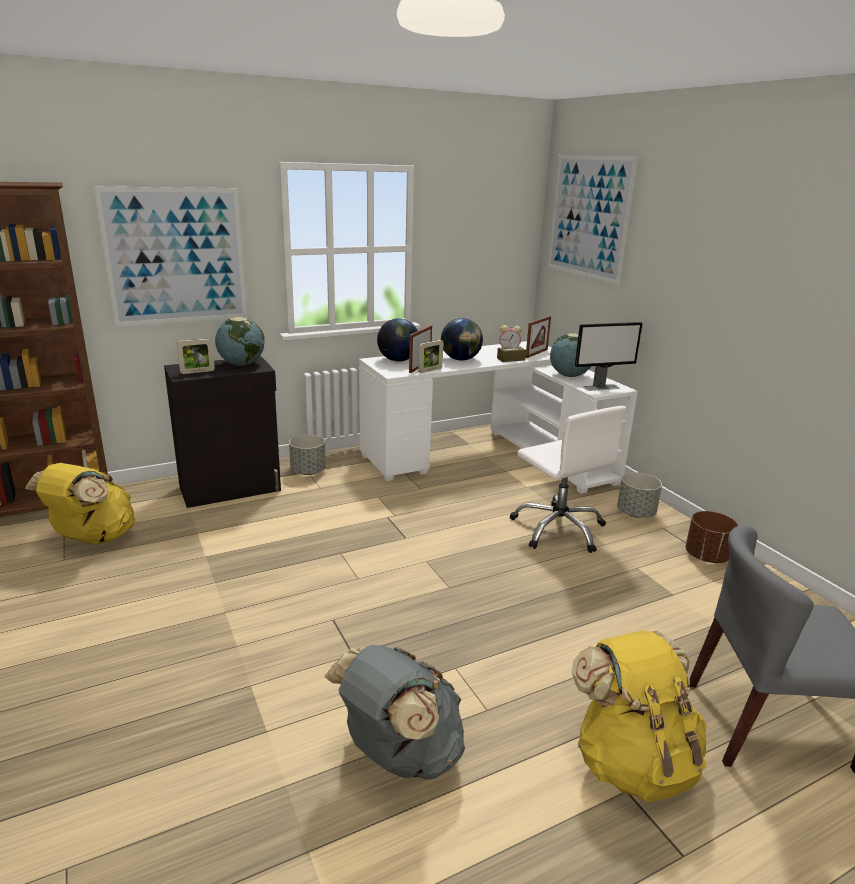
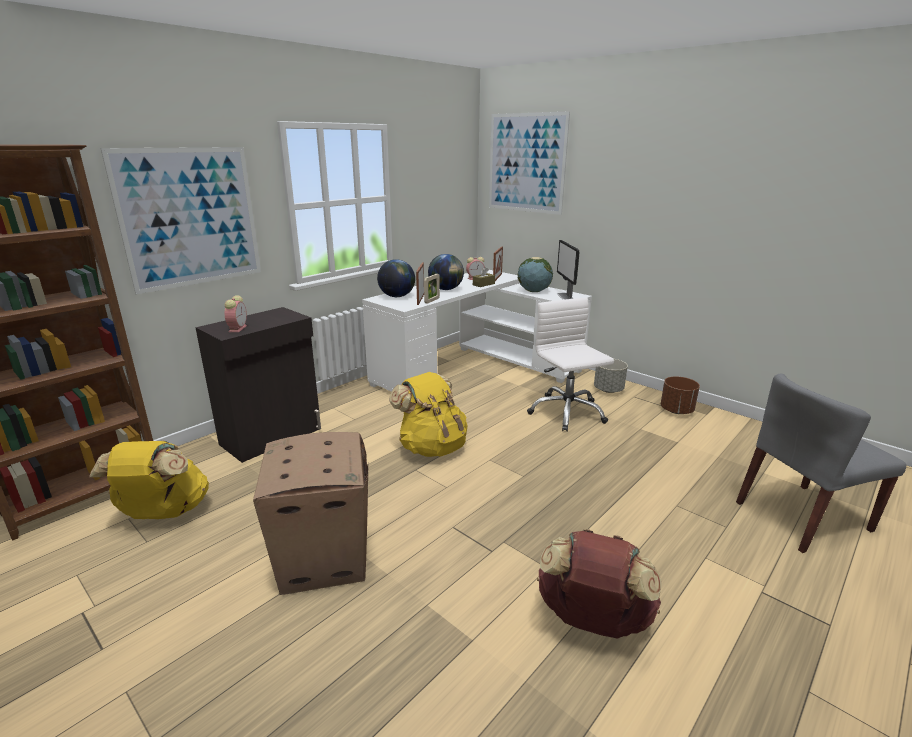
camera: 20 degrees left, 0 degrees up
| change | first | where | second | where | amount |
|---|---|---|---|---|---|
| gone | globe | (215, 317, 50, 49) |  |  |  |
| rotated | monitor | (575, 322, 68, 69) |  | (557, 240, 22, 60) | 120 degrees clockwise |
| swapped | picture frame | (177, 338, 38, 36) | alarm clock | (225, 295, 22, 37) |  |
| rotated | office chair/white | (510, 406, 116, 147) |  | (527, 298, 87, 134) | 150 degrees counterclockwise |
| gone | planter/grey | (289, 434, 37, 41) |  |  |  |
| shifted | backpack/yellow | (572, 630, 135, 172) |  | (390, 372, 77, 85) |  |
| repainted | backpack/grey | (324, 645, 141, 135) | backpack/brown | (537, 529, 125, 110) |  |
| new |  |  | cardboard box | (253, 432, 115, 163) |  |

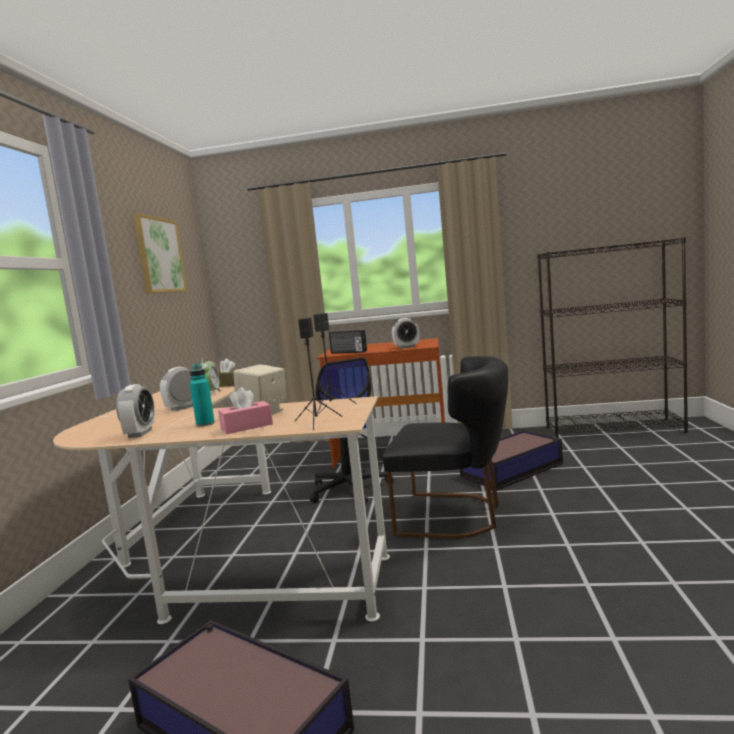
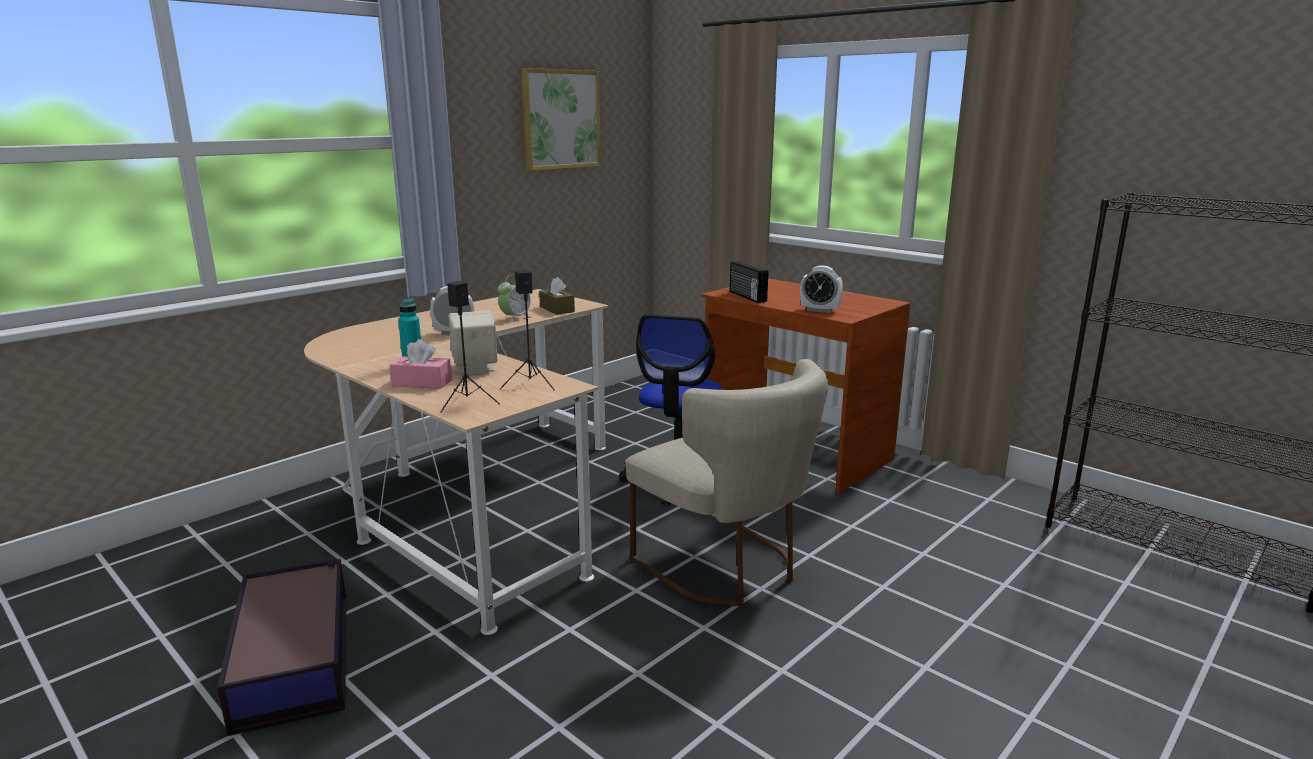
camera: 35 degrees right, 10 degrees up
| change | first | where | second | where | amount |
|---|---|---|---|---|---|
| repainted | chair/black | (383, 356, 125, 183) | chair/beige | (625, 359, 203, 247) |  |
| gone | alarm clock | (116, 384, 39, 54) |  |  |  |
| gone | storage box | (460, 430, 103, 60) |  |  |  |

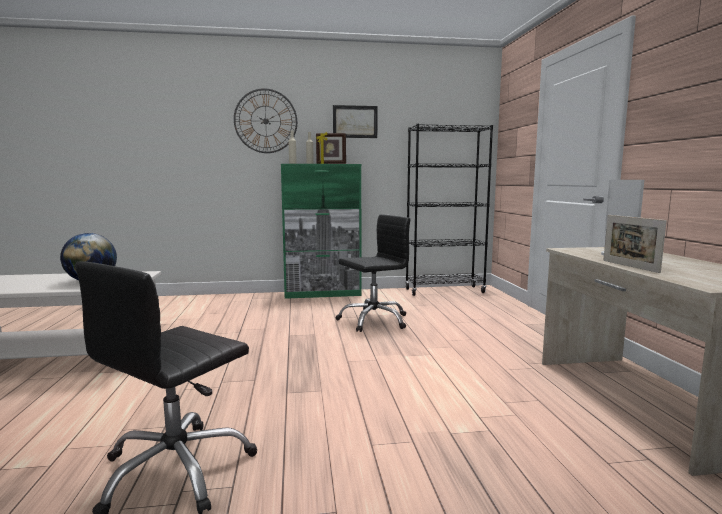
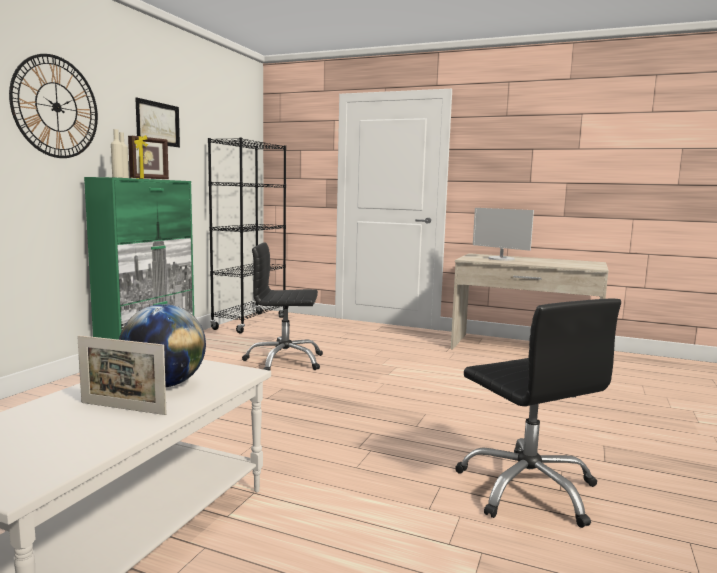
camera: 60 degrees left, 0 degrees up
| change | first | where | second | where | amount |
|---|---|---|---|---|---|
| rotated | office chair/black | (335, 214, 75, 118) |  | (242, 243, 81, 127) | 90 degrees counterclockwise |
| shifted | picture frame | (603, 215, 64, 58) |  | (77, 335, 89, 80) |  |

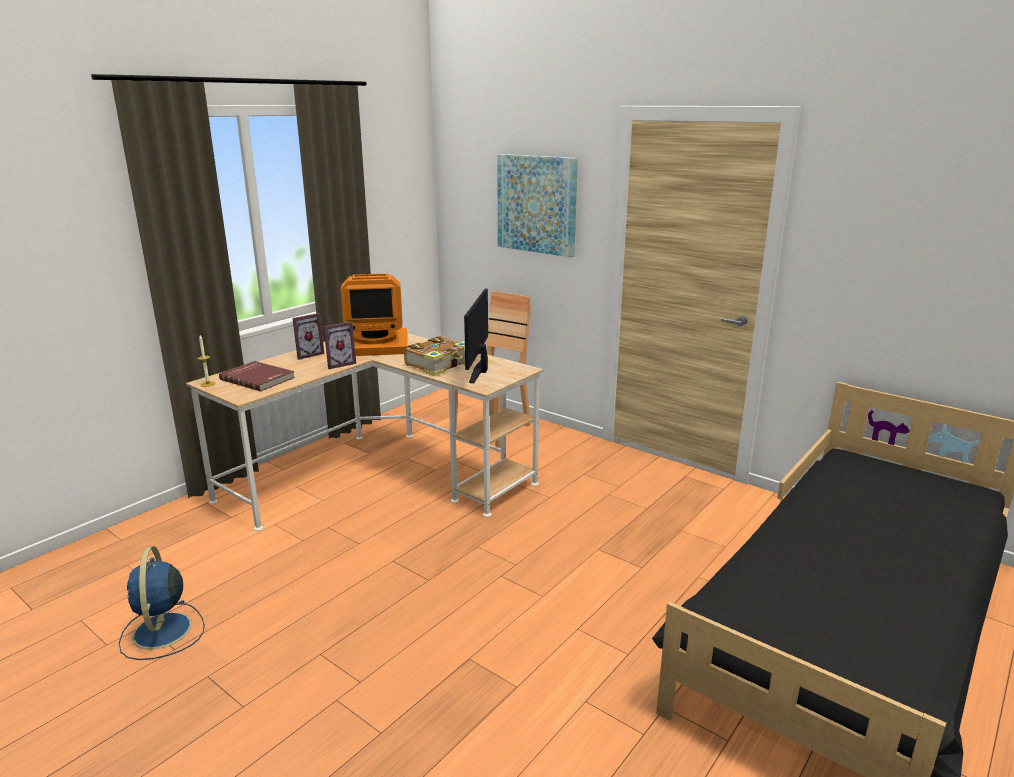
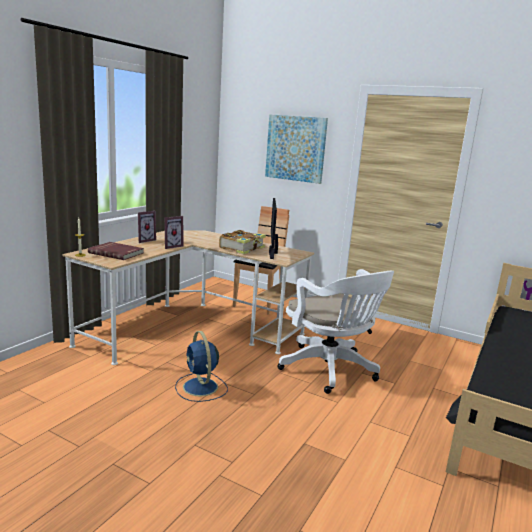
camera: 10 degrees left, 5 degrees down
| change | first | where | second | where | amount |
|---|---|---|---|---|---|
| gone | monitor | (340, 274, 67, 82) |  |  |  |
| shifted | fan/blue | (119, 546, 86, 114) |  | (175, 331, 53, 71) |  |
| new |  |  | office chair/white | (277, 269, 117, 125) |  |

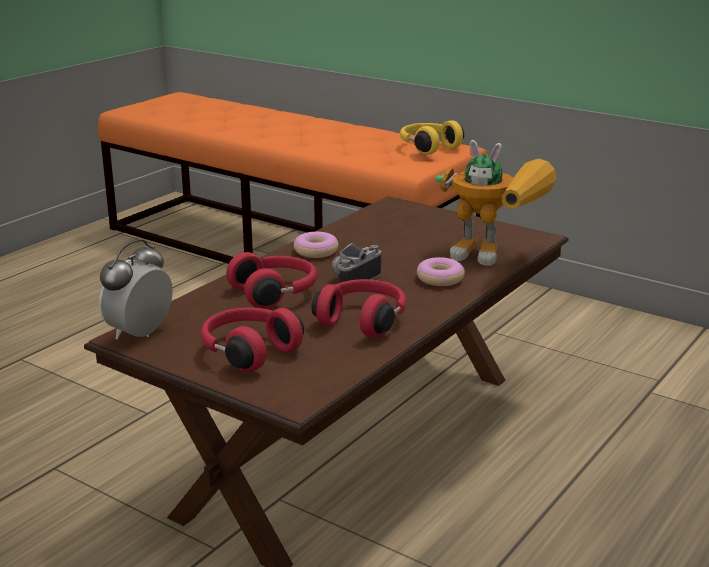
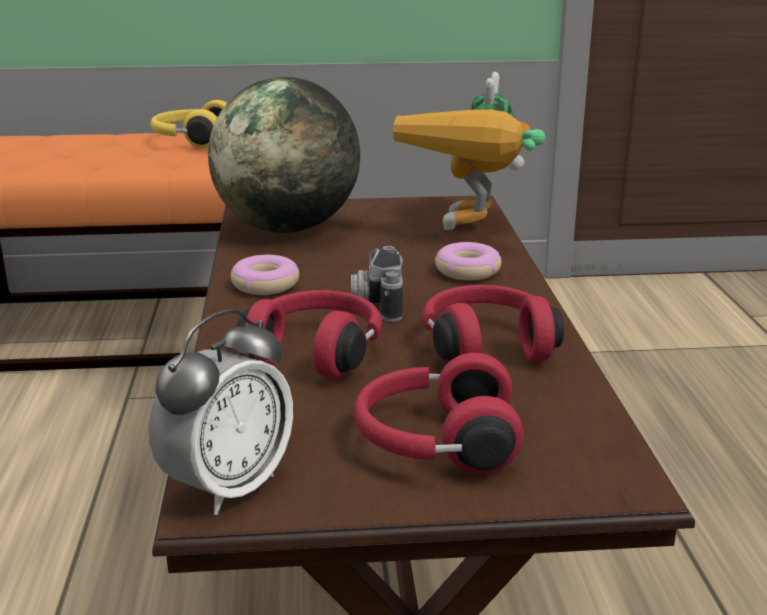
camera: 40 degrees left, 0 degrees up
| change | first | where | second | where | amount |
|---|---|---|---|---|---|
| rotated | toy robot | (436, 140, 121, 126) |  | (393, 72, 152, 158) | 120 degrees clockwise |
| rotated | alarm clock | (99, 239, 74, 101) |  | (148, 309, 145, 206) | 135 degrees counterclockwise |
| new |  |  | globe | (208, 77, 152, 156) |  |

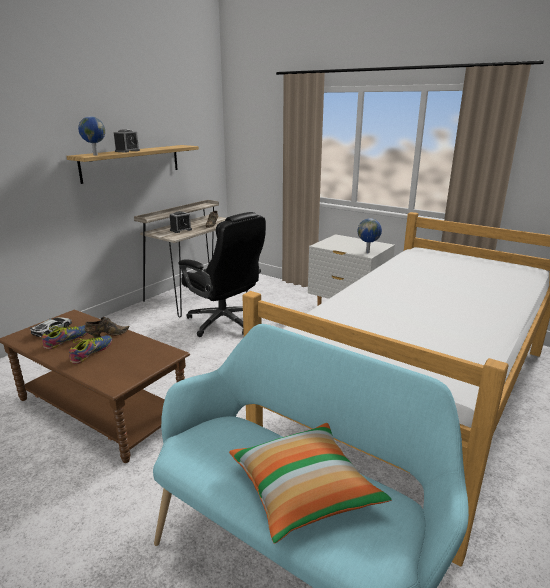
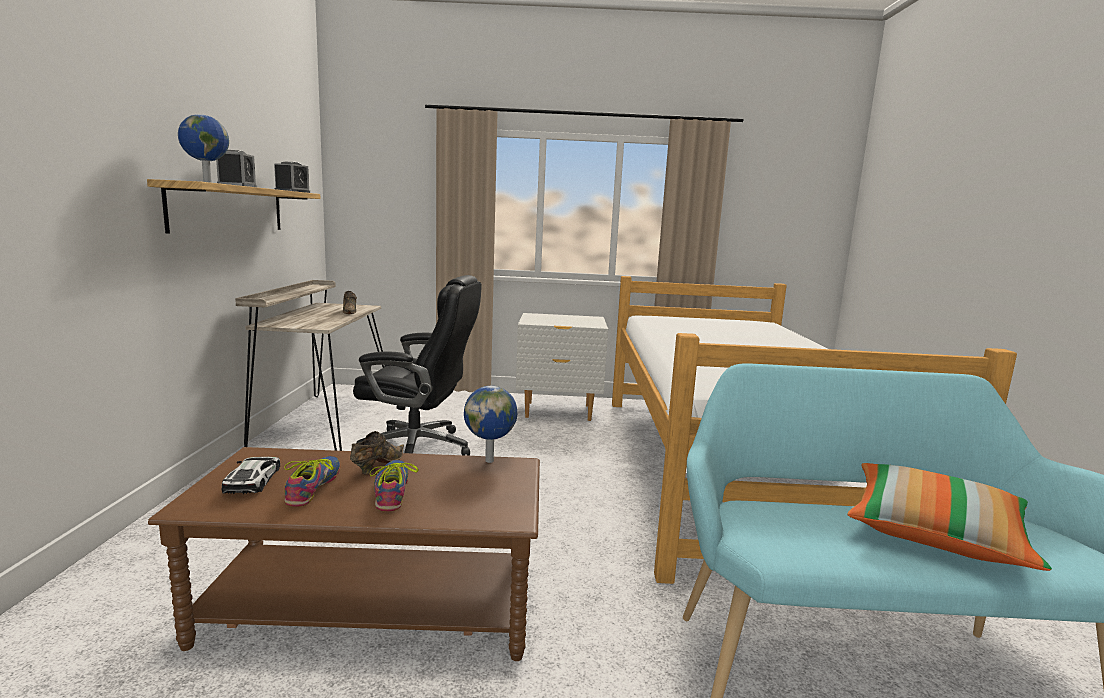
camera: 35 degrees left, 10 degrees down
| change | first | where | second | where | amount |
|---|---|---|---|---|---|
| shifted | alarm clock | (170, 211, 22, 22) |  | (274, 162, 36, 31) |  |
| shifted | globe | (358, 218, 24, 35) |  | (464, 386, 53, 77) |  |

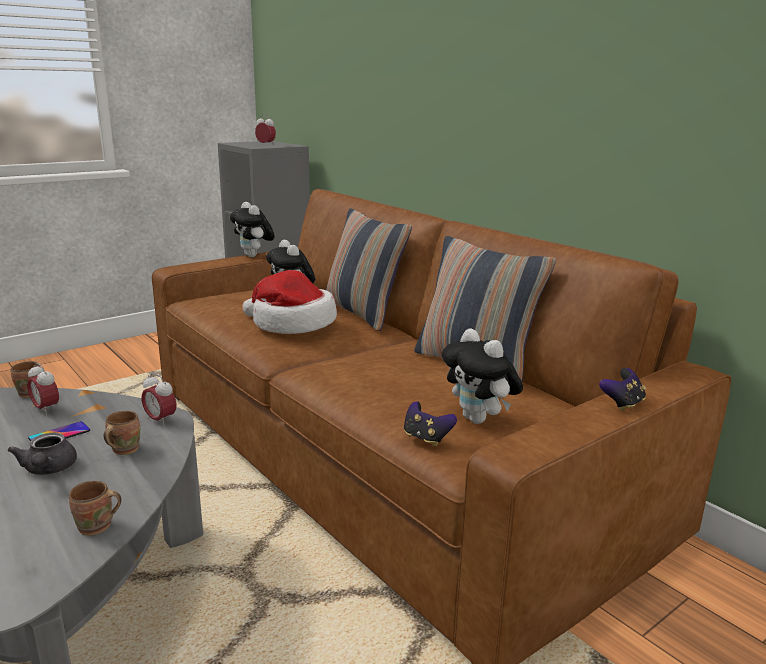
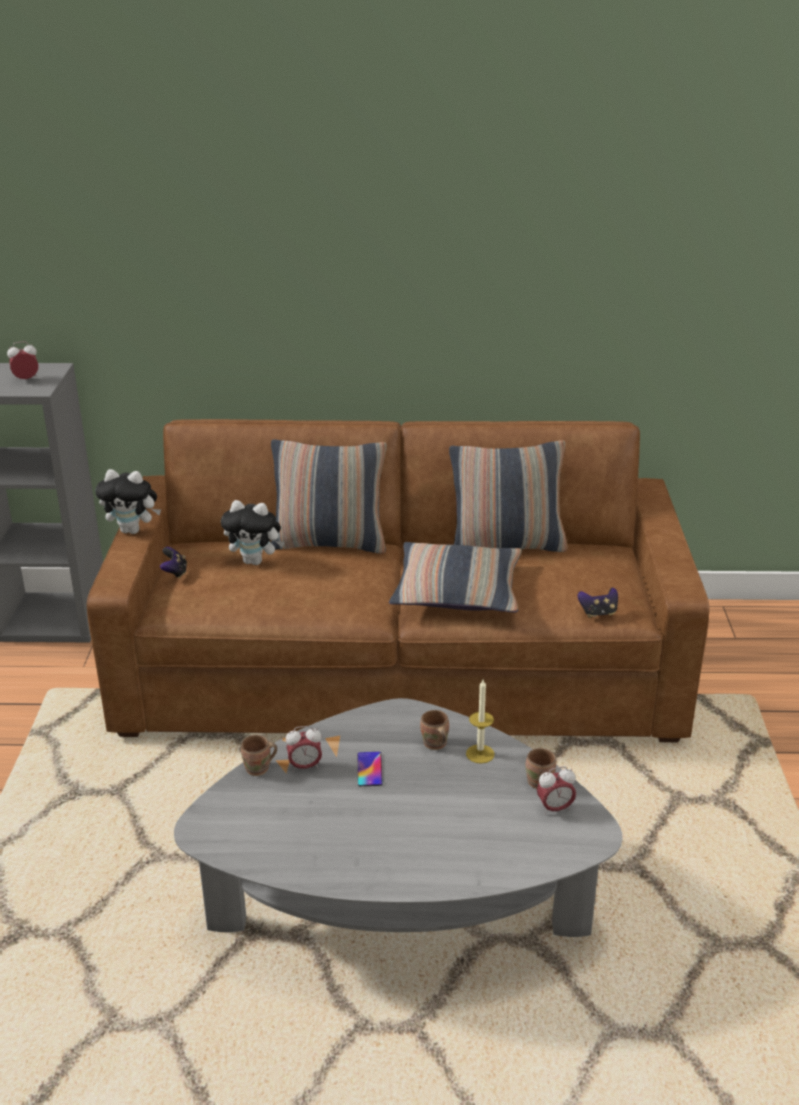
camera: 50 degrees left, 10 degrees up
| change | first | where | second | where | amount |
|---|---|---|---|---|---|
| gone | hat | (243, 270, 94, 64) |  |  |  |
| gone | plush toy | (442, 328, 81, 96) |  |  |  |
| shifted | game controller | (599, 368, 47, 43) |  | (160, 547, 27, 31) |  |
| shifted | alarm clock | (142, 373, 35, 53) |  | (537, 766, 39, 49) |  |
| gone | teapot/grey | (8, 433, 69, 42) |  |  |  |
| new |  |  | pillow | (389, 542, 133, 71) |  |
| new |  |  | candle | (466, 680, 29, 84) |  |

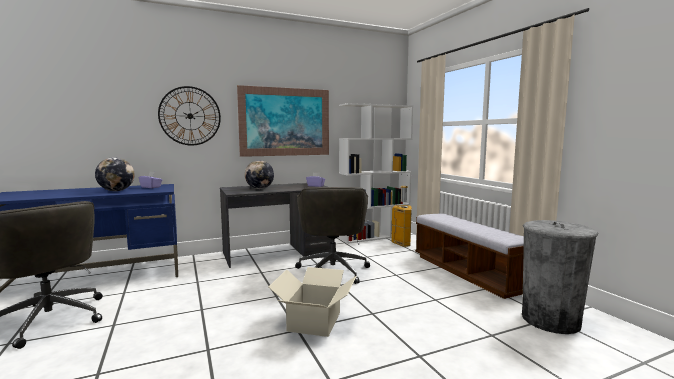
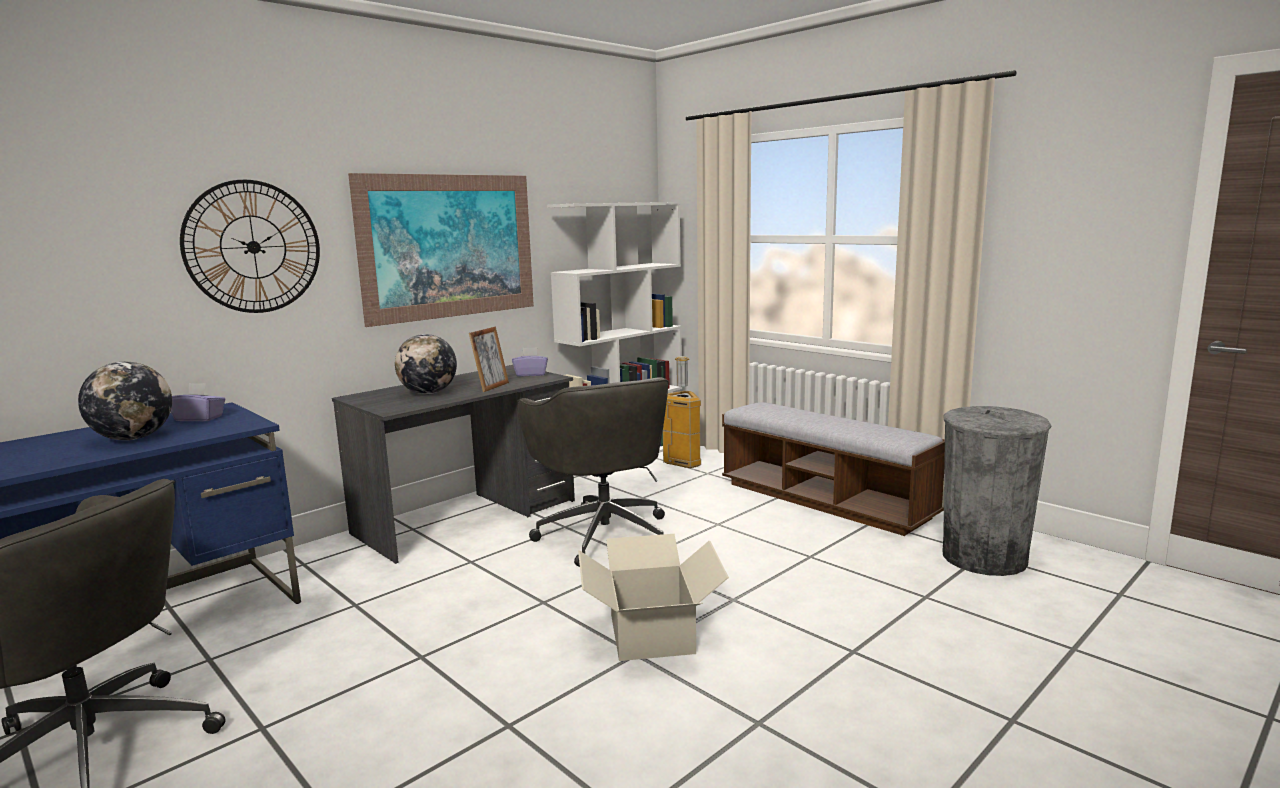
camera: 20 degrees left, 5 degrees up
| change | first | where | second | where | amount |
|---|---|---|---|---|---|
| new |  |  | picture frame | (469, 326, 40, 66) |  |

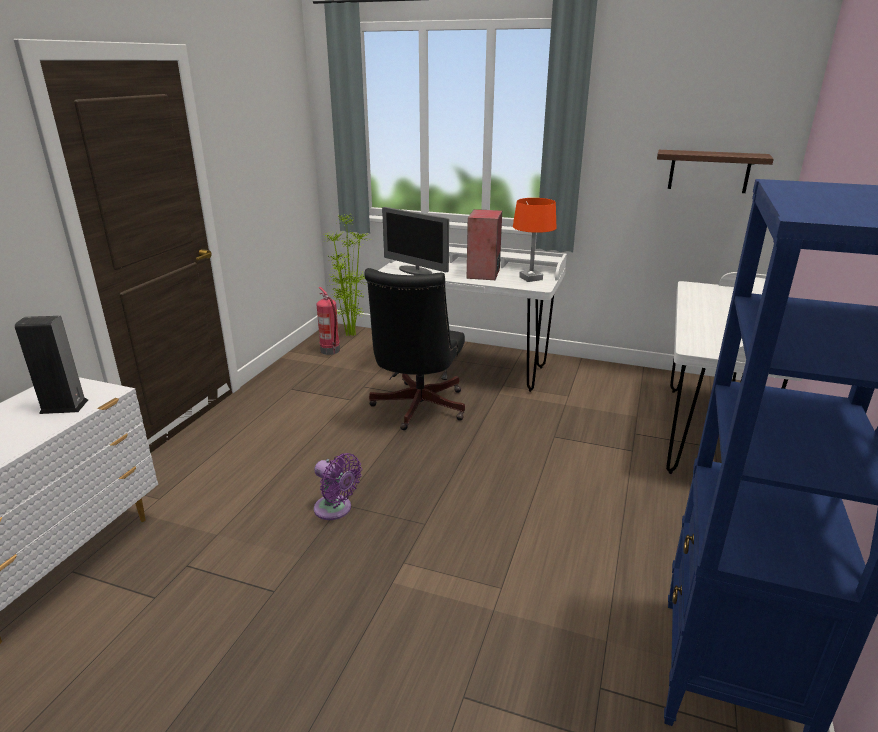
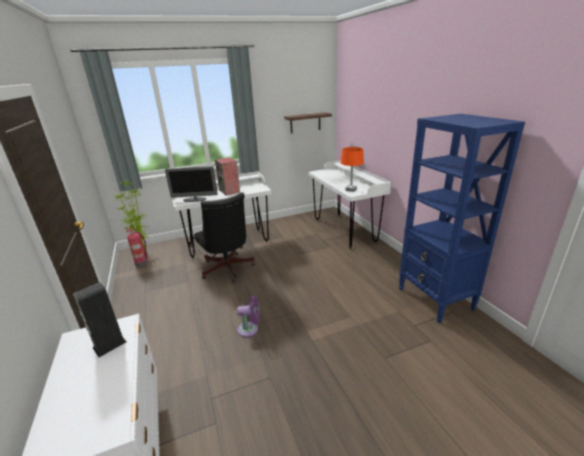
camera: 40 degrees left, 0 degrees up
| change | first | where | second | where | amount |
|---|---|---|---|---|---|
| shifted | table lamp/orange | (513, 198, 43, 84) |  | (341, 147, 23, 45) |  |

